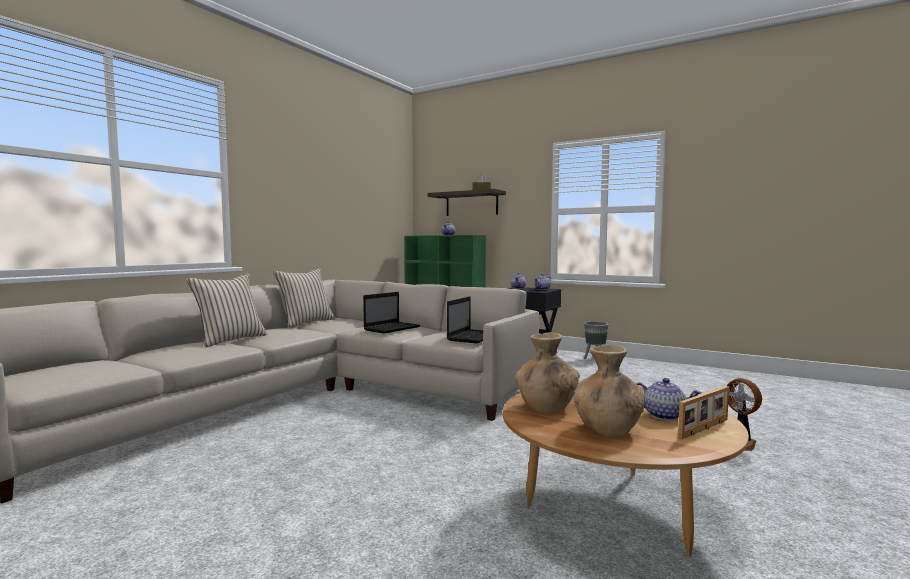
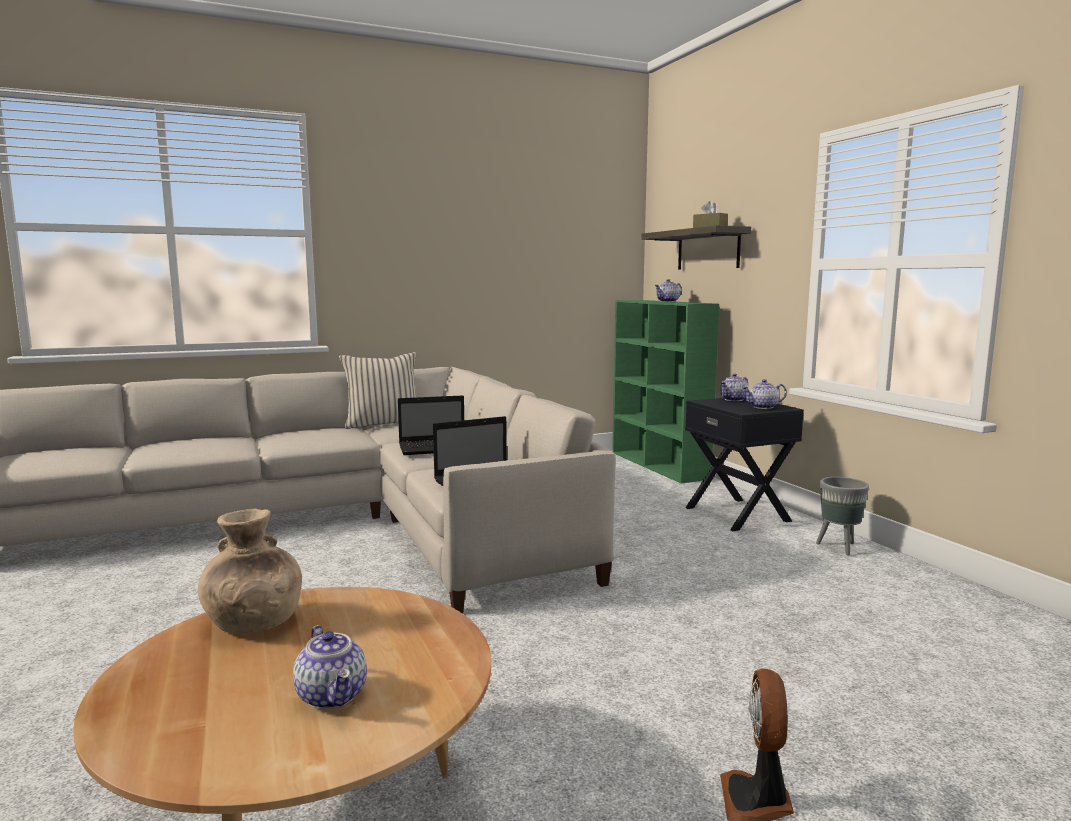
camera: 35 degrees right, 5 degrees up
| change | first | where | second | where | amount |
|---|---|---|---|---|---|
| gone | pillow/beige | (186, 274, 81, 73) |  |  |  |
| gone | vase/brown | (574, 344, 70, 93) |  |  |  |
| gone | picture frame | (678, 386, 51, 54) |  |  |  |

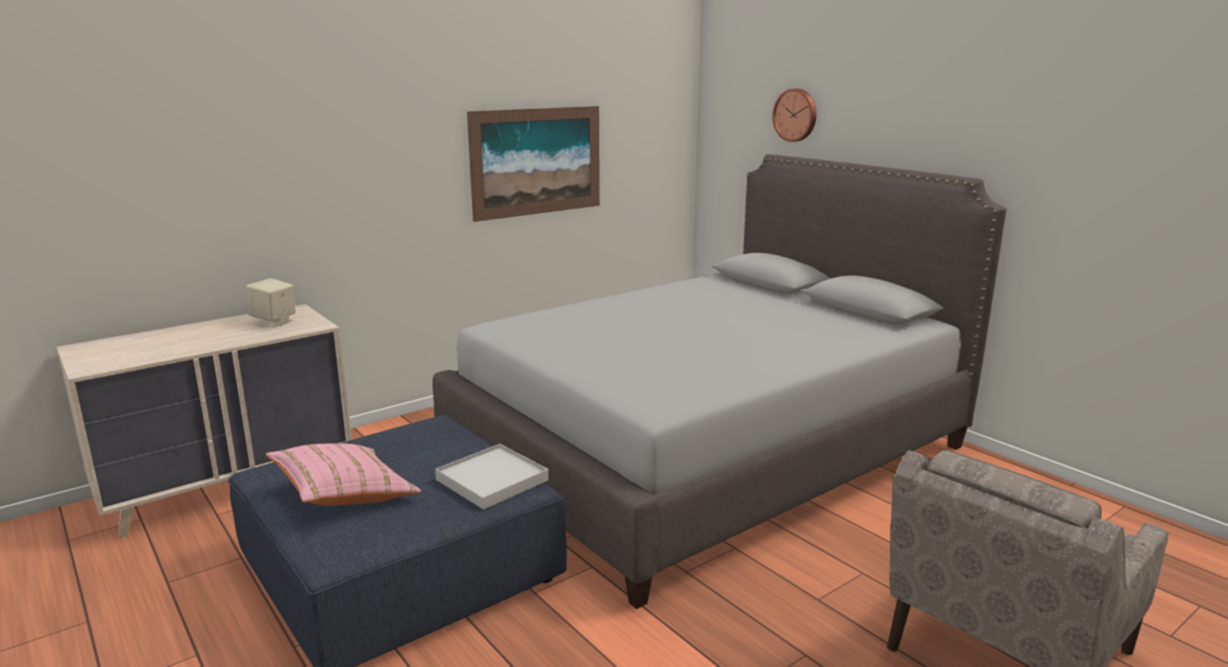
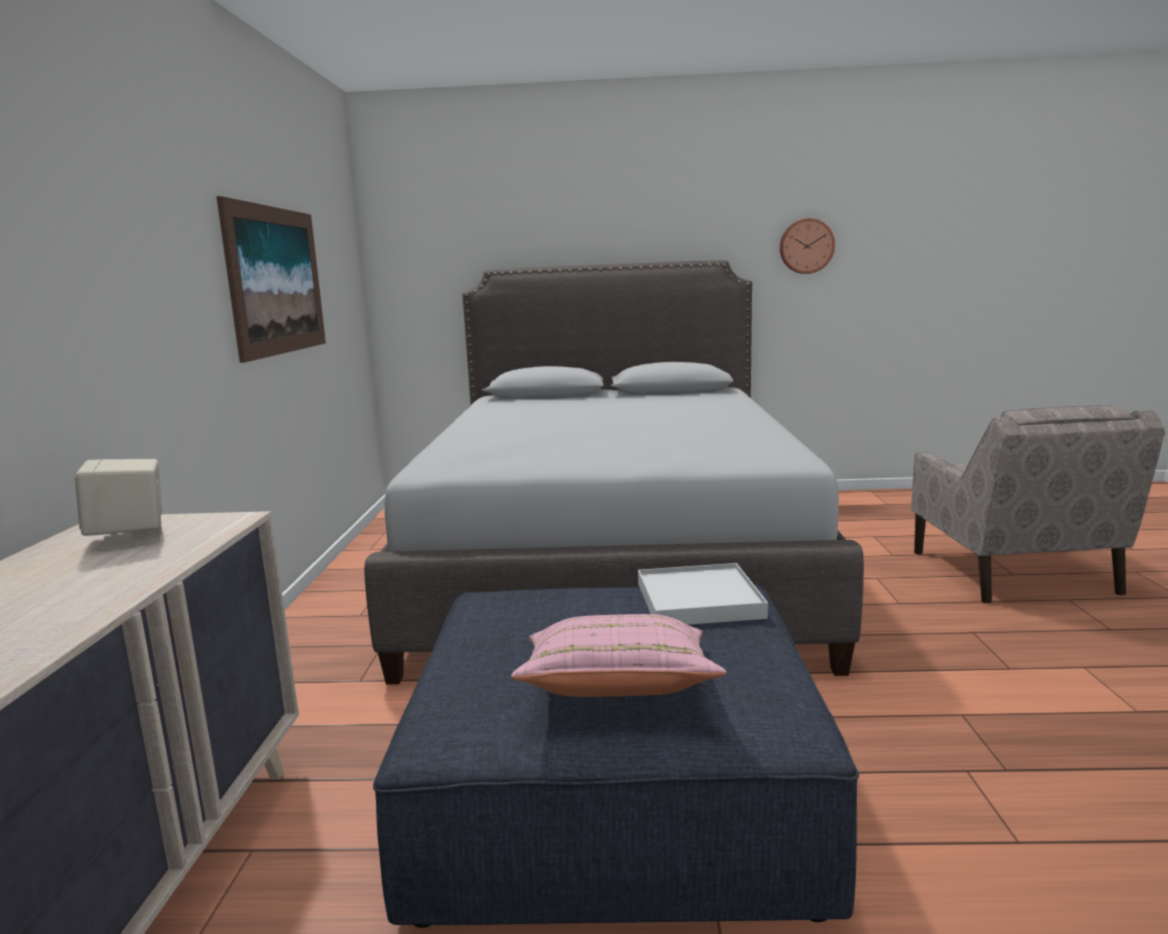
camera: 50 degrees left, 5 degrees down
| change | first | where | second | where | amount |
|---|---|---|---|---|---|
| shifted | wall clock | (772, 89, 45, 53) |  | (780, 218, 55, 56) |  |

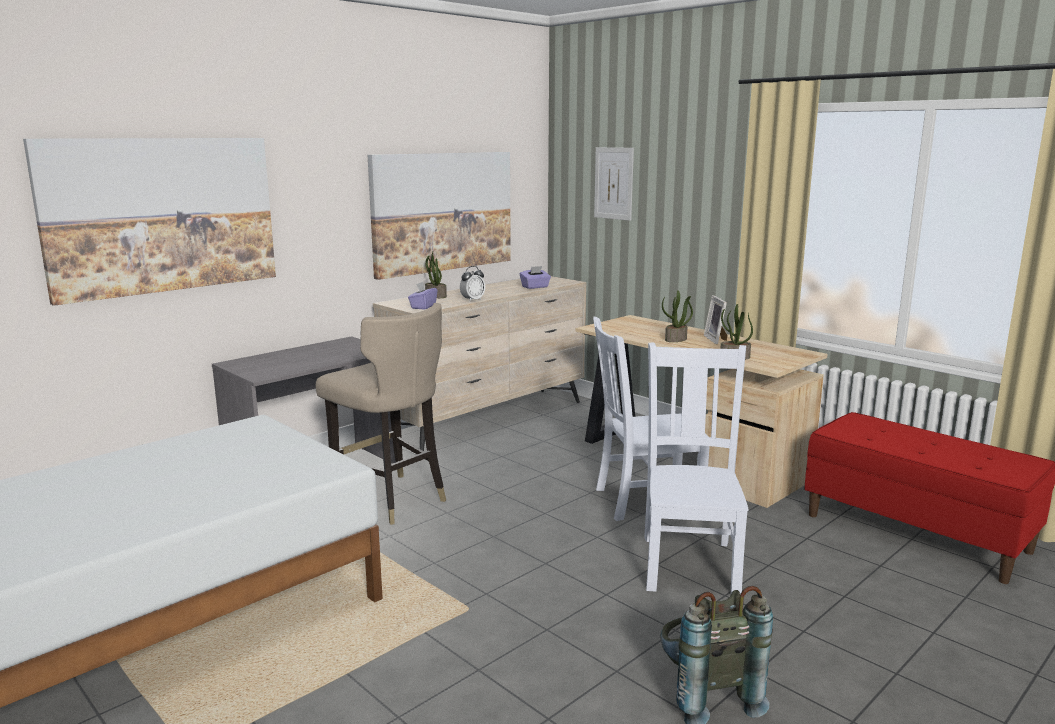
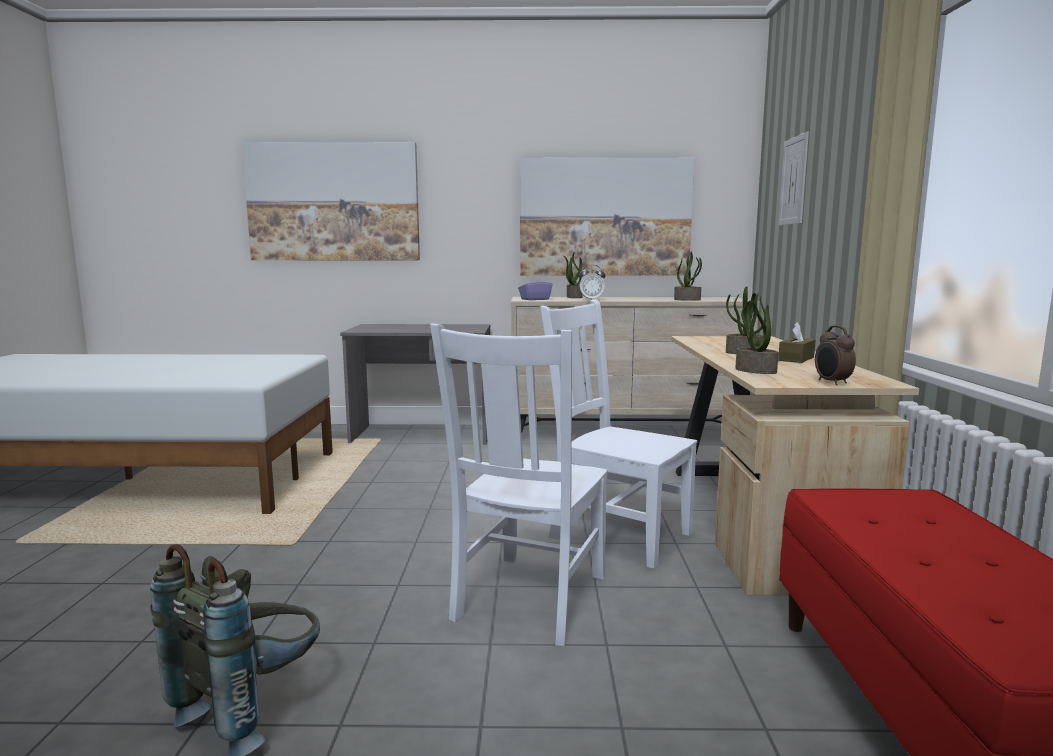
camera: 45 degrees right, 5 degrees down
| change | first | where | second | where | amount |
|---|---|---|---|---|---|
| swapped | tissue box/purple | (520, 266, 31, 23) | potted plant | (674, 252, 28, 49) |  |
| swapped | picture frame | (704, 295, 24, 49) | tissue box/brown | (778, 322, 38, 41) |  |
| gone | stool/beige | (316, 303, 130, 222) |  |  |  |
| rotated | chair/white | (644, 343, 104, 251) |  | (430, 324, 178, 322) | 150 degrees clockwise |
| new |  |  | alarm clock | (815, 325, 41, 60) |  |

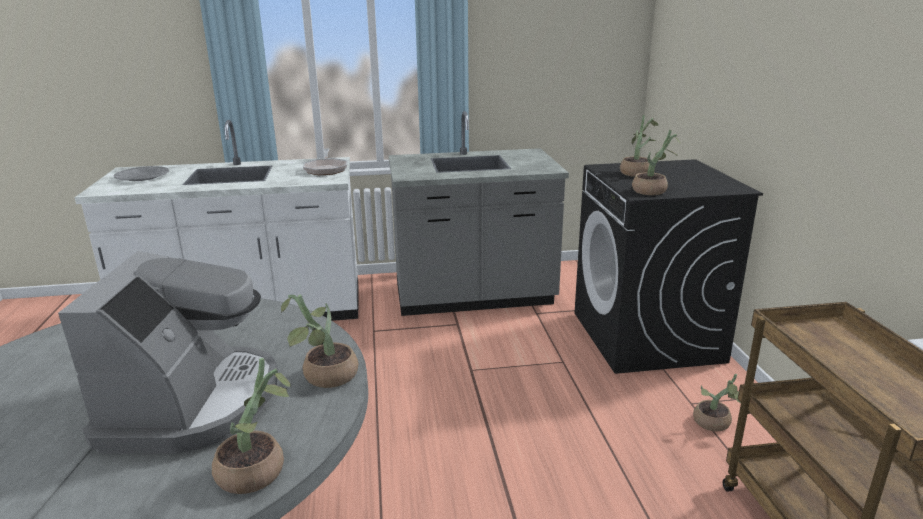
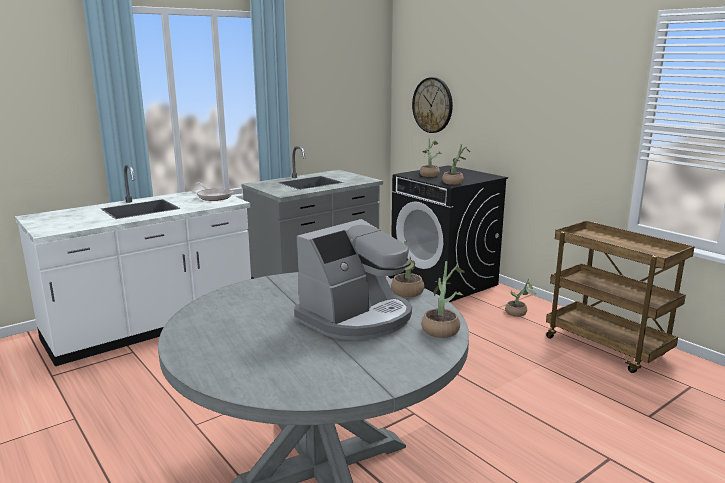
camera: 30 degrees left, 5 degrees down
| change | first | where | second | where | amount |
|---|---|---|---|---|---|
| gone | plate/grey | (114, 166, 55, 15) |  |  |  |
| rotated | coffee machine | (58, 251, 220, 202) |  | (294, 219, 118, 121) | 75 degrees clockwise |
| new |  |  | wall clock | (412, 77, 41, 56) |  |

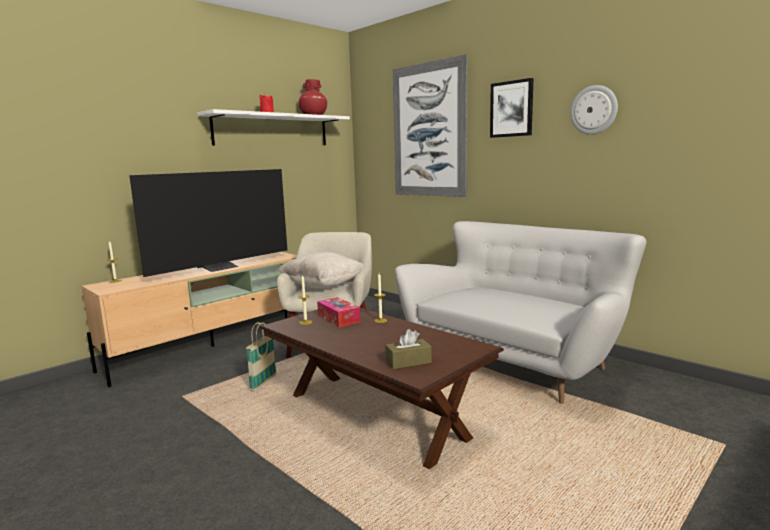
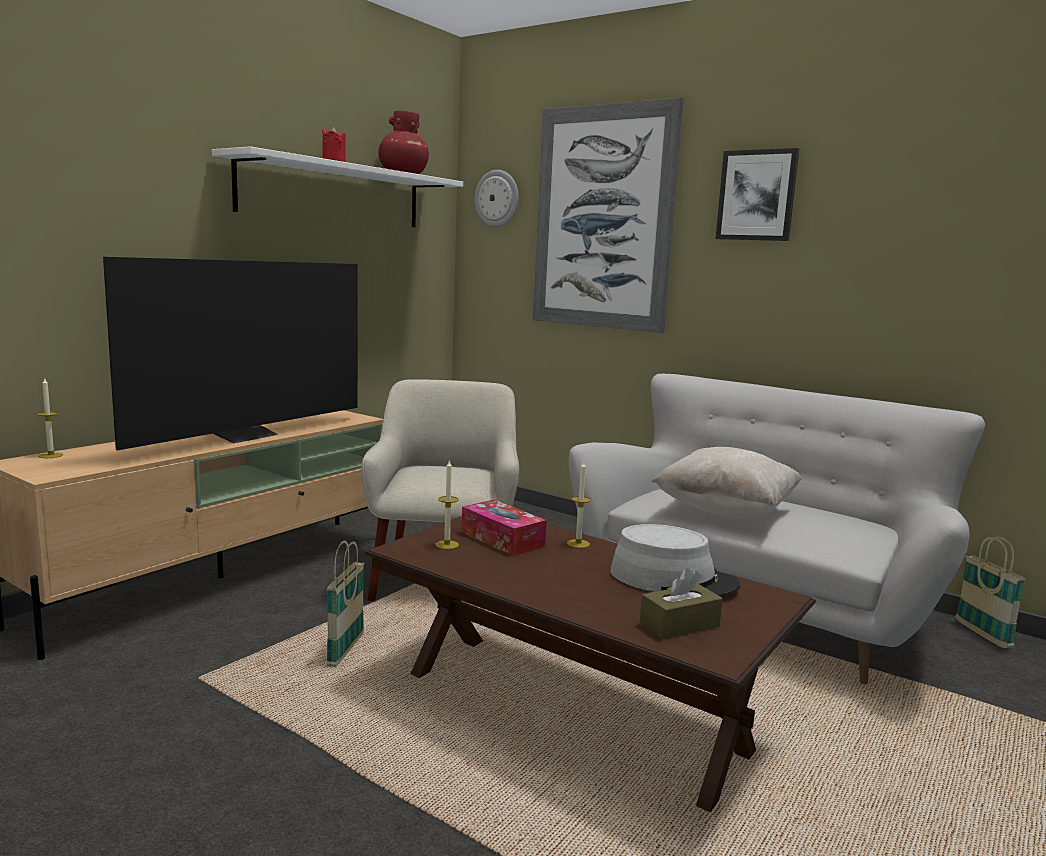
camera: 10 degrees left, 0 degrees up
| change | first | where | second | where | amount |
|---|---|---|---|---|---|
| shifted | wall clock | (570, 85, 48, 50) |  | (475, 170, 44, 57) |  |
| shifted | pillow/beige | (277, 252, 88, 37) |  | (652, 447, 150, 71) |  |
| new |  |  | hat/grey | (610, 524, 131, 73) |  |
| new |  |  | basket | (955, 537, 71, 111) |  |

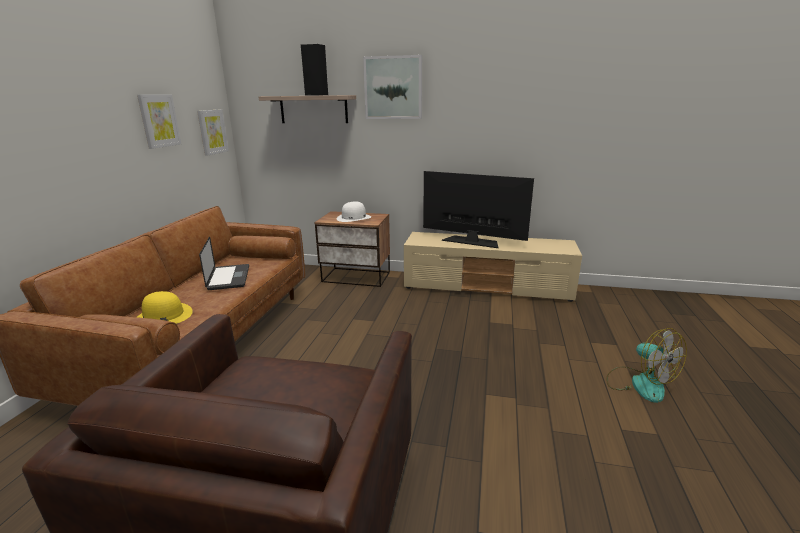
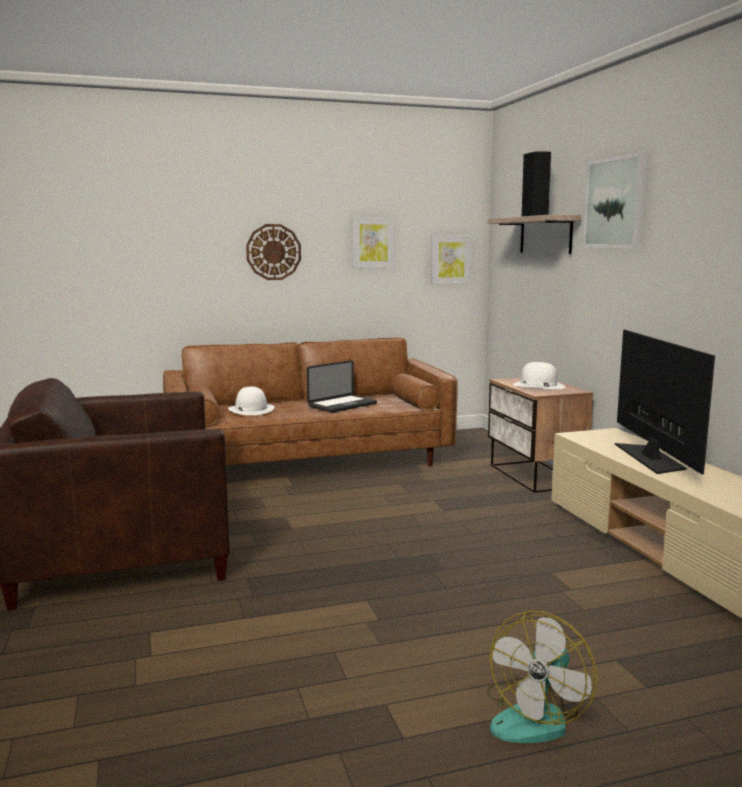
camera: 60 degrees right, 10 degrees down
| change | first | where | second | where | amount |
|---|---|---|---|---|---|
| repainted | hat/yellow | (137, 291, 56, 33) | hat/white | (228, 386, 47, 29) |  |
| new |  |  | wall clock | (246, 224, 55, 56) |  |

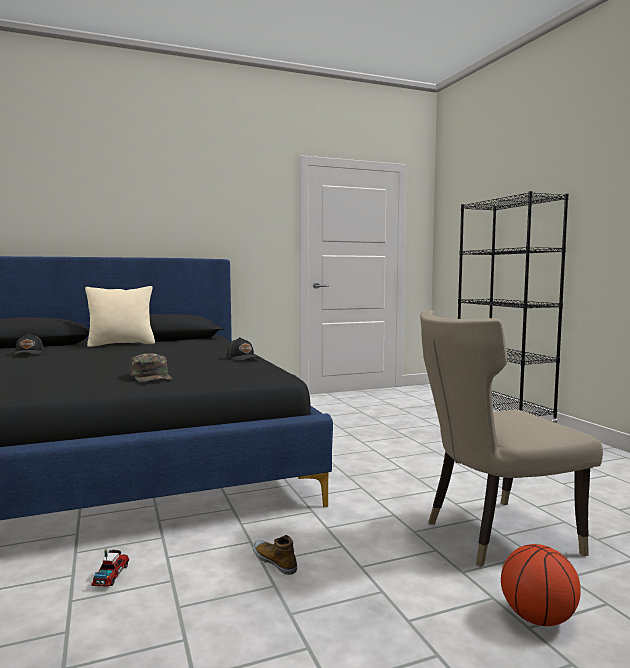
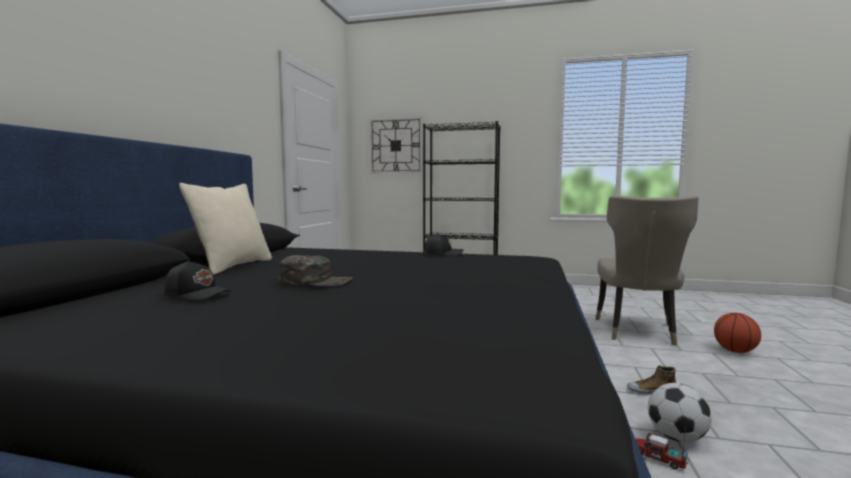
camera: 55 degrees left, 0 degrees up
| change | first | where | second | where | amount |
|---|---|---|---|---|---|
| shifted | cap/green | (130, 353, 42, 29) |  | (279, 255, 74, 32) |  |
| new |  |  | wall clock | (370, 117, 52, 56) |  |
| new |  |  | football | (648, 383, 63, 59) |  |

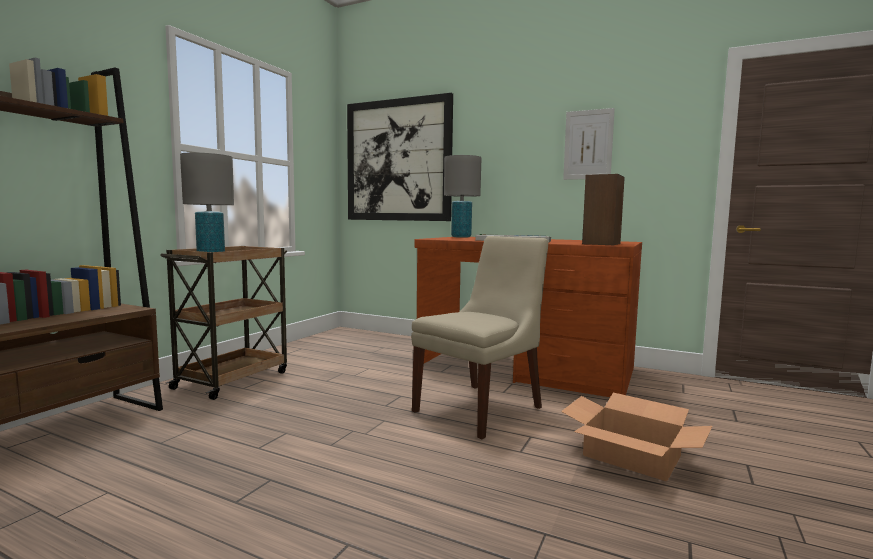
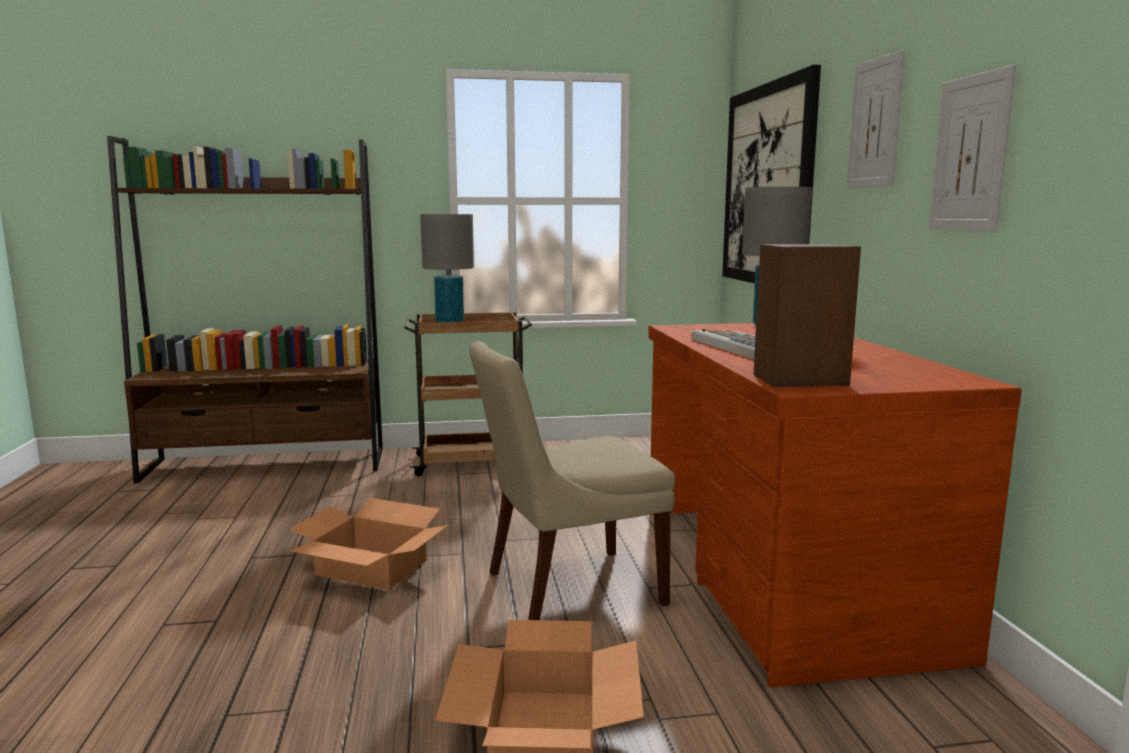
camera: 55 degrees right, 5 degrees up
| change | first | where | second | where | amount |
|---|---|---|---|---|---|
| rotated | chair/beige | (411, 236, 137, 203) |  | (469, 341, 206, 279) | 150 degrees clockwise |
| new |  |  | picture | (847, 49, 58, 139) |  |
| new |  |  | cardboard box | (290, 498, 158, 92) |  |

